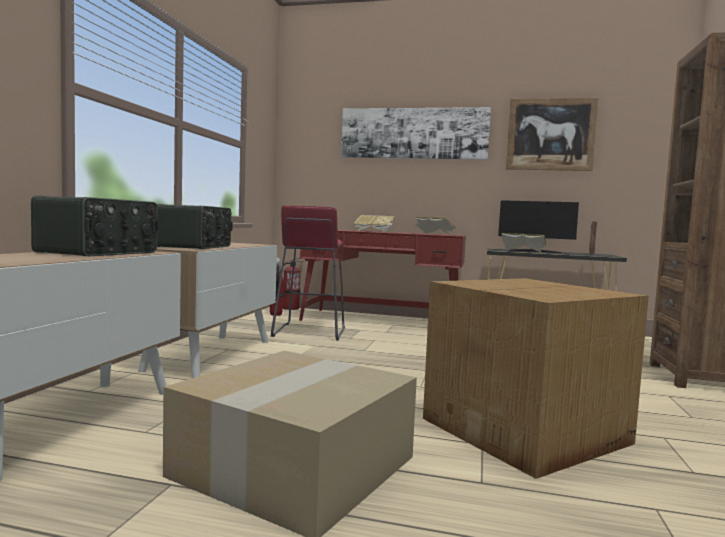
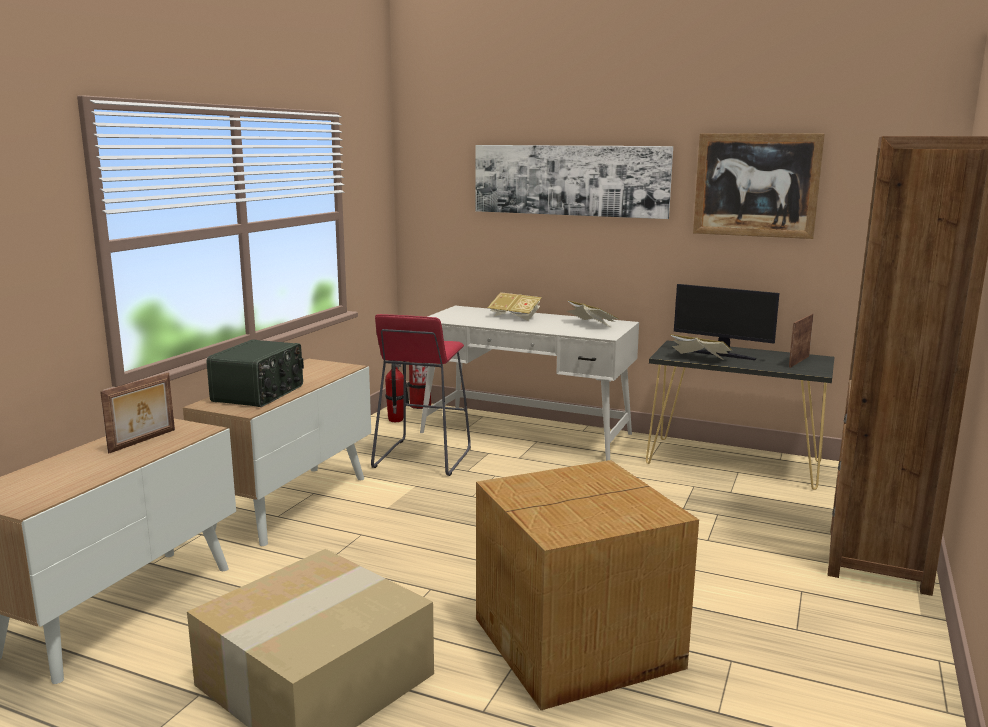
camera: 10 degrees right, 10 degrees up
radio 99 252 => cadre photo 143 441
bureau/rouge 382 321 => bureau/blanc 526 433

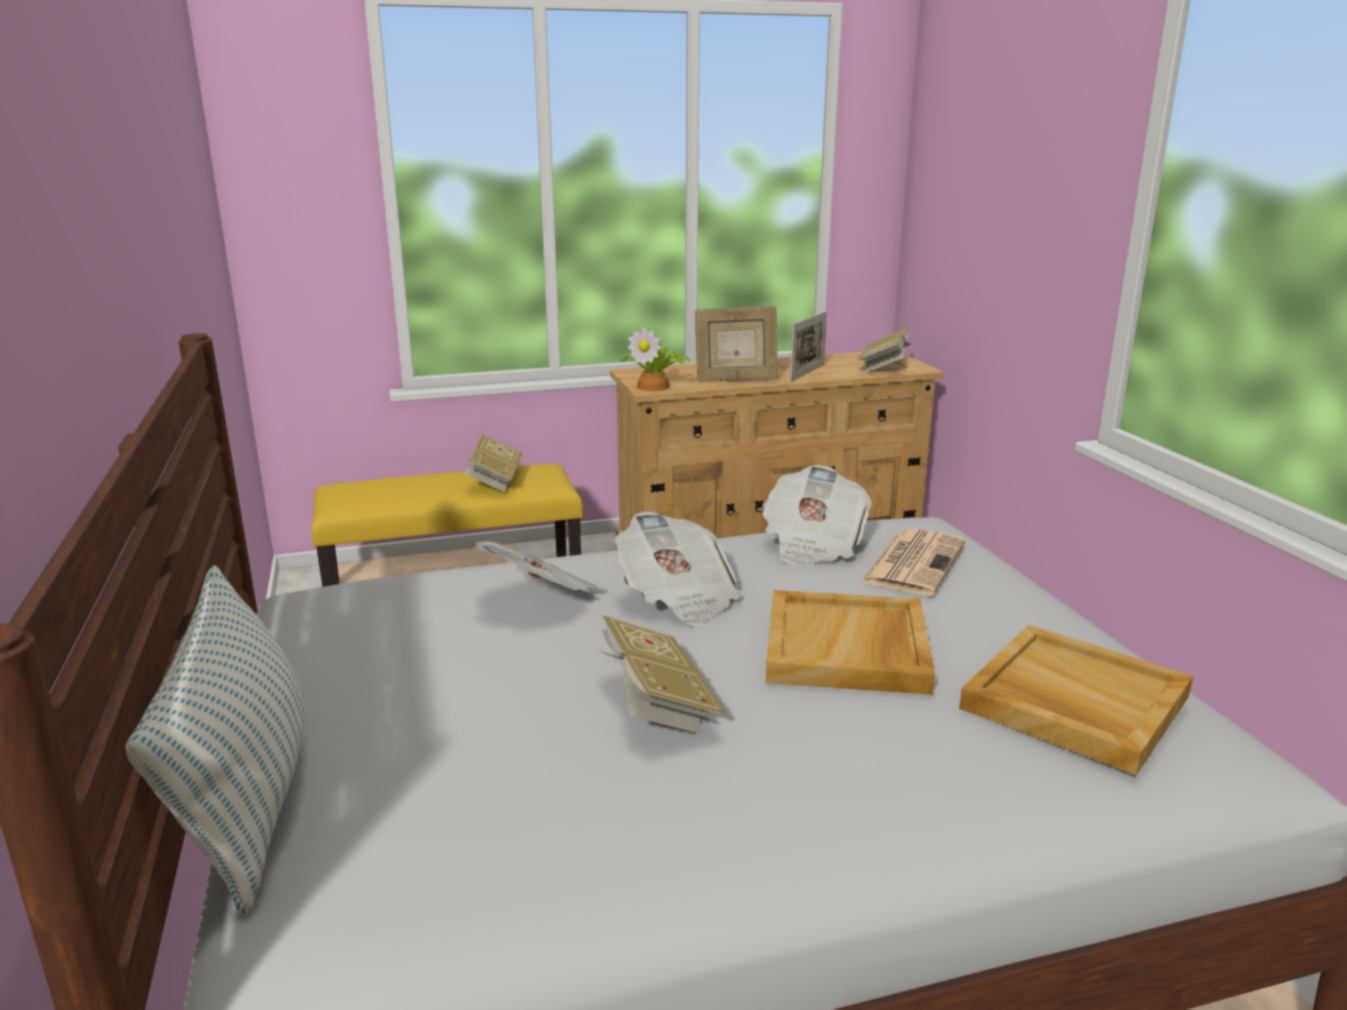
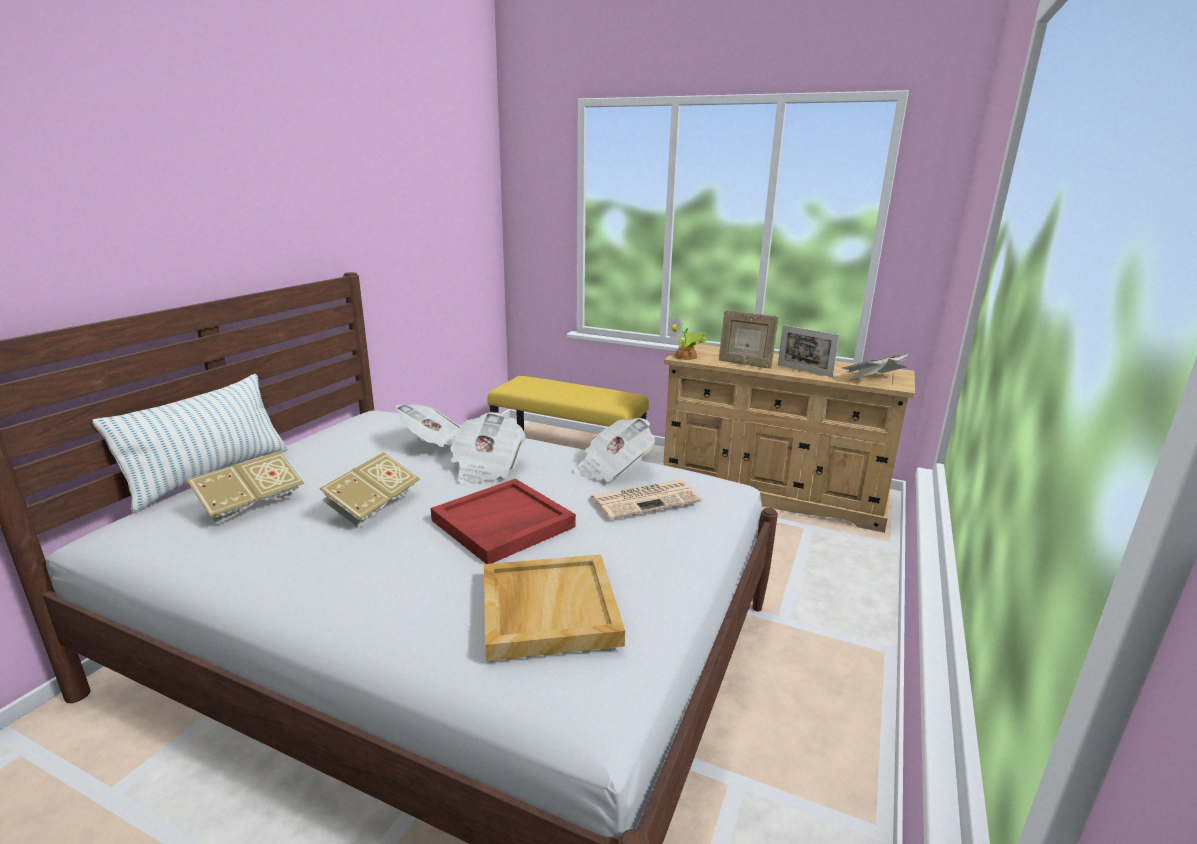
camera: 40 degrees right, 0 degrees up
livre 495 480 => livre 250 505, move
plateau/beige 848 649 => plateau/rouge 502 524
cadre photo 807 373 => cadre photo 804 370, 60 degrees clockwise

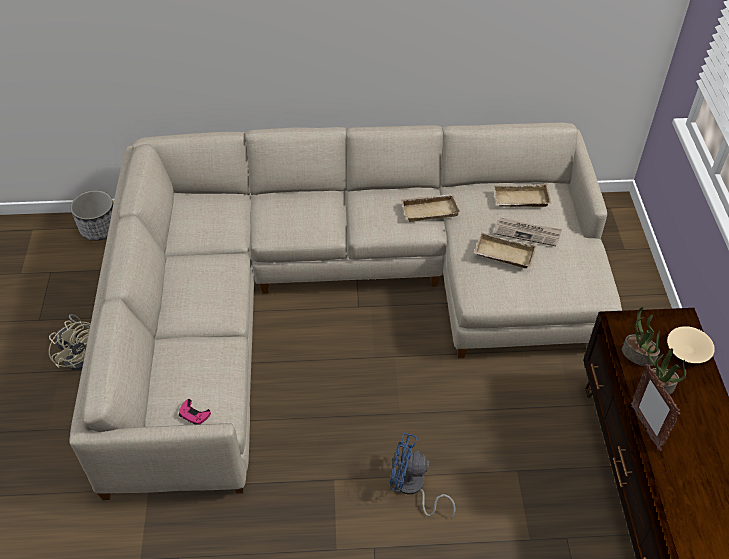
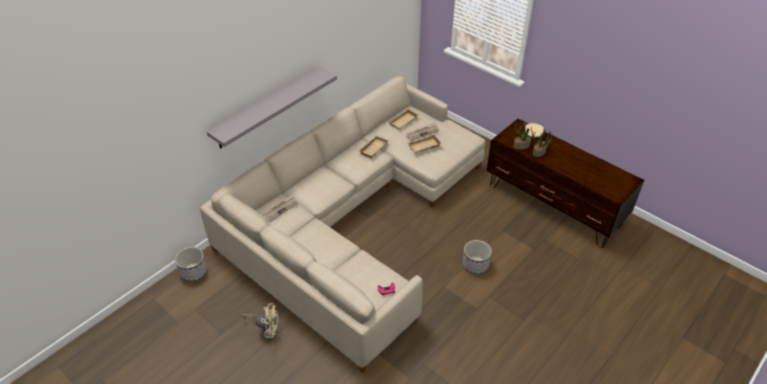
camera: 45 degrees left, 5 degrees down
nothing => étagère/gris 268 107
nothing => journal 280 209
ventilateur/bleu 412 488 => cache-pot 475 265
cadre photo 645 427 => nothing

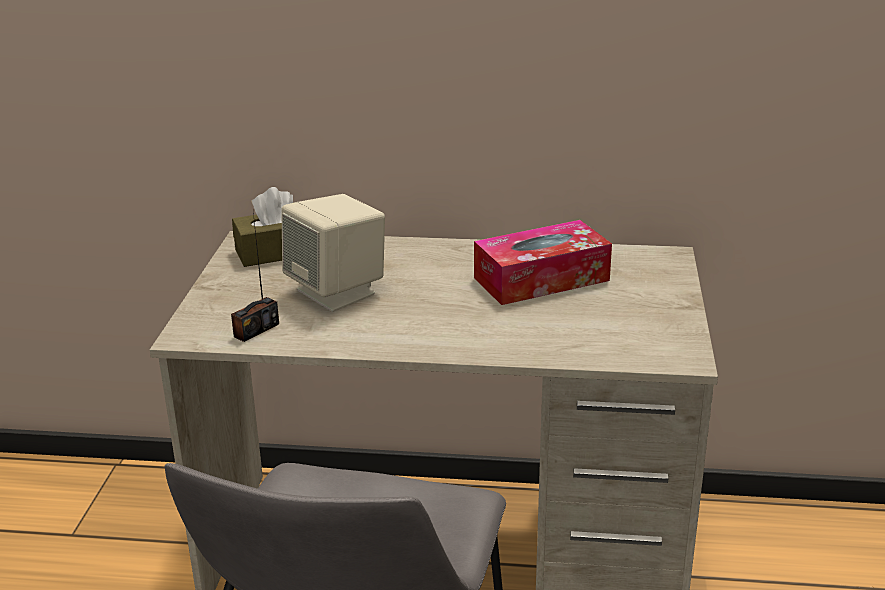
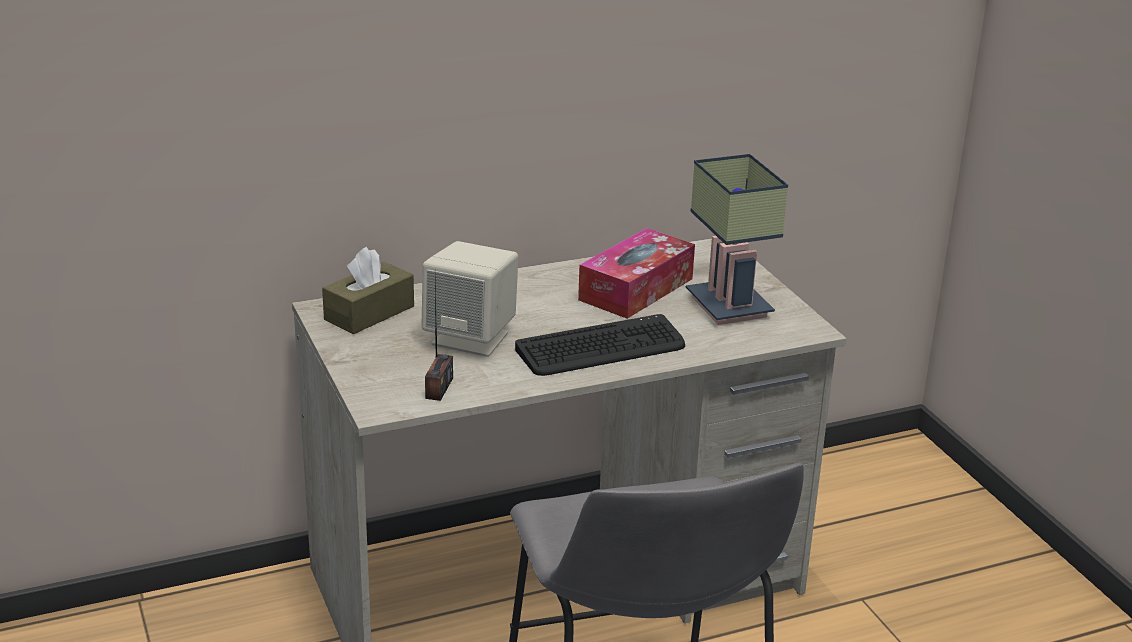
camera: 30 degrees left, 0 degrees up
nothing => clavier 601 348
nothing => lampe de table 733 308

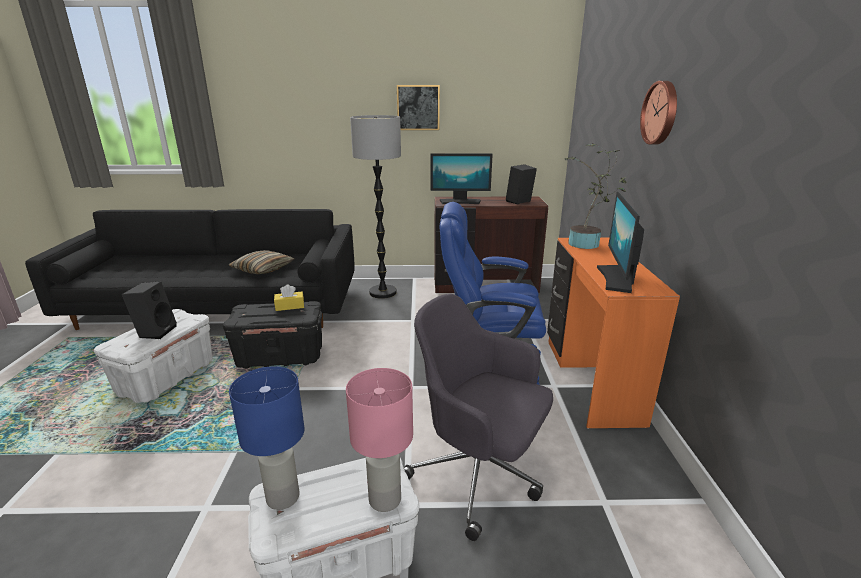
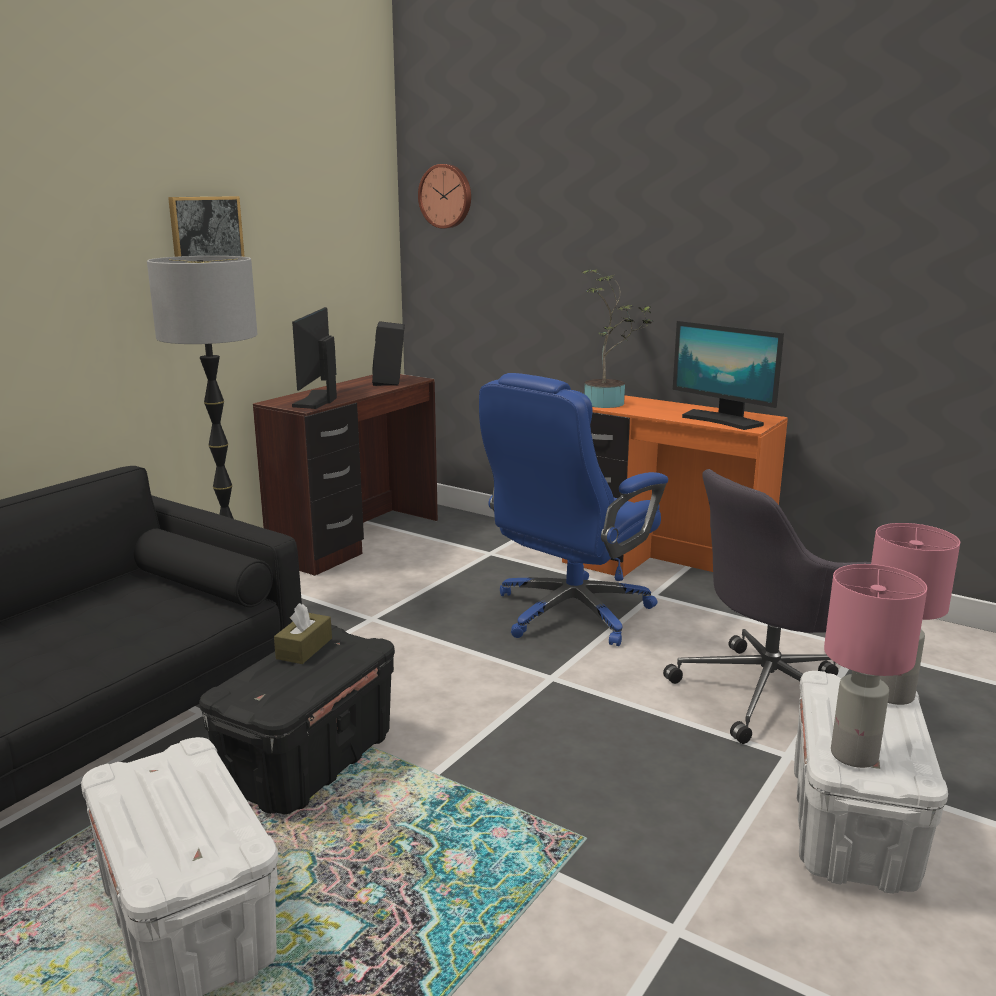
camera: 55 degrees left, 5 degrees down
boîte à mouchoirs/jaune 290 306 => boîte à mouchoirs/marron 304 648
écran d'ordinateur 460 202 => écran d'ordinateur 318 400, 150 degrees clockwise
horloge murale 661 113 => horloge murale 446 196, move
lampe de table/bleu 282 498 => lampe de table/rose 855 756
enceinte/noir 155 331 => nothing
coussin 263 269 => nothing

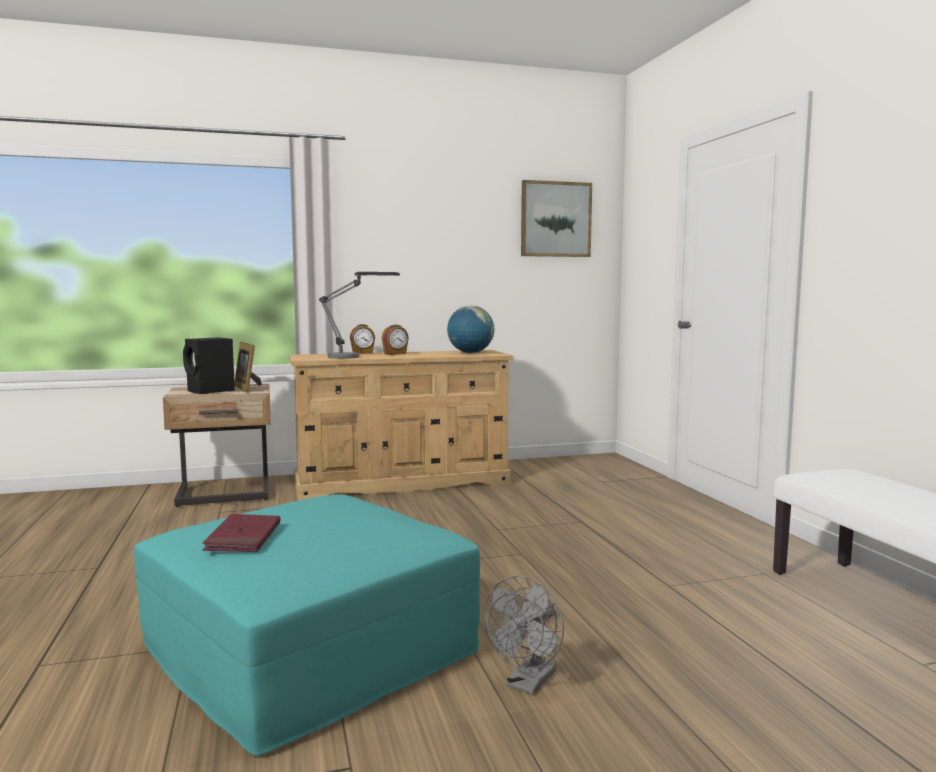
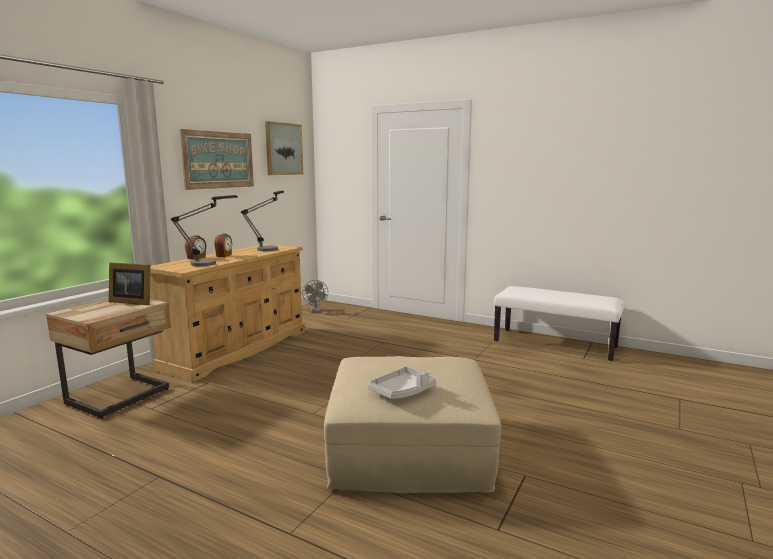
camera: 45 degrees left, 5 degrees up
nothing => tableau 219 160
globe 470 353 => lampe de table 270 248
ventilateur/gris 527 684 => ventilateur/gris 316 311, move
pouf/turquoise 308 650 => pouf/beige 408 448
livre/rouge 243 537 => plateau/gris 402 391
enceinte/noir 211 391 => nothing

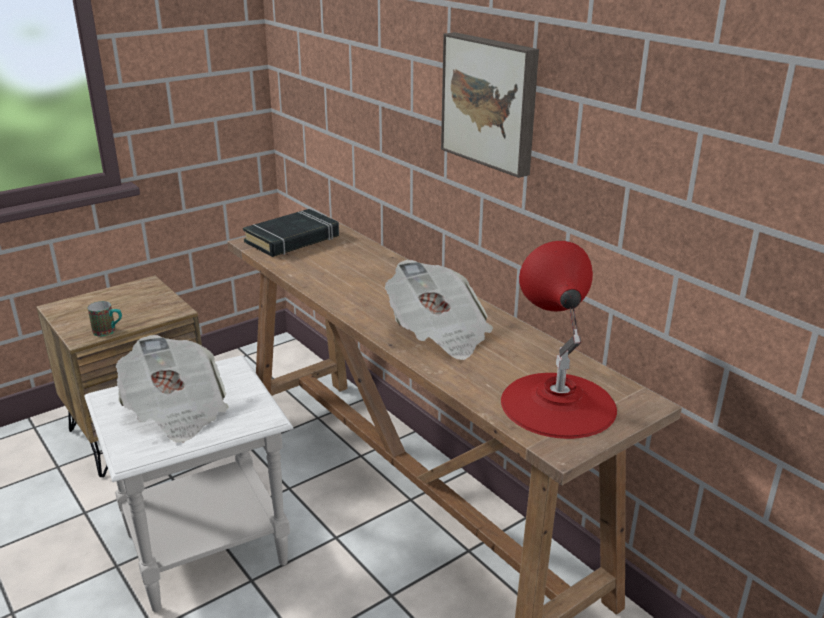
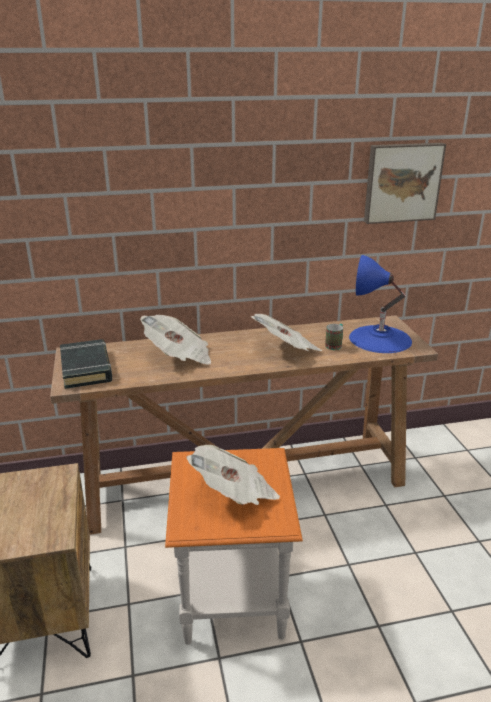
camera: 65 degrees left, 0 degrees up
nothing => journal 179 356
table d'appoint/blanc 208 548 => table d'appoint/orange 232 594
mug 109 331 => mug 335 345, move
lampe de table/rouge 557 404 => lampe de table/bleu 380 339
tableau 491 102 => tableau 402 182, move

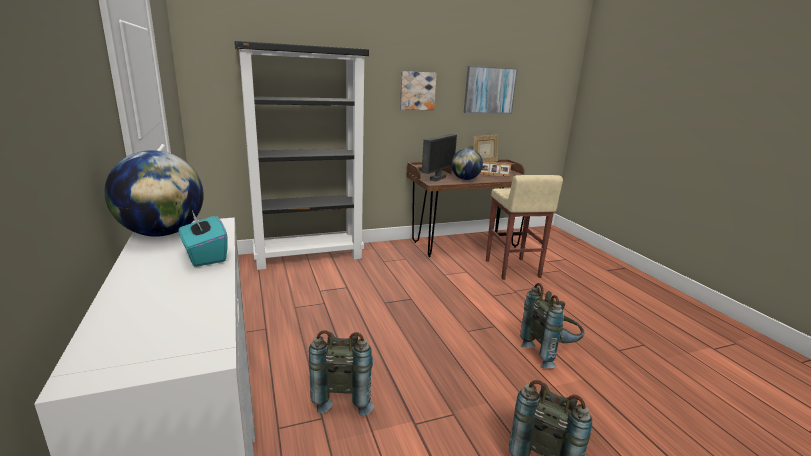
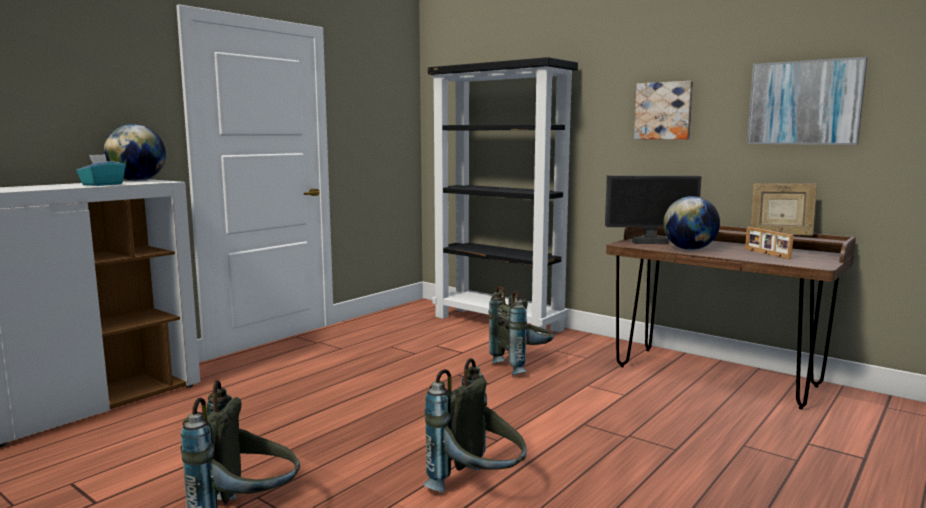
camera: 60 degrees right, 10 degrees down
sac à dos/gris 344 395 => sac à dos/gris 522 366, move
tabouret/beige 512 269 => nothing

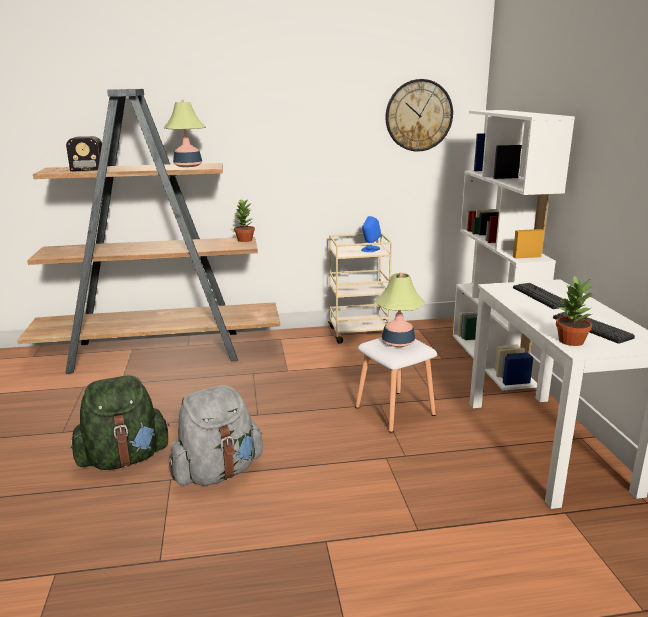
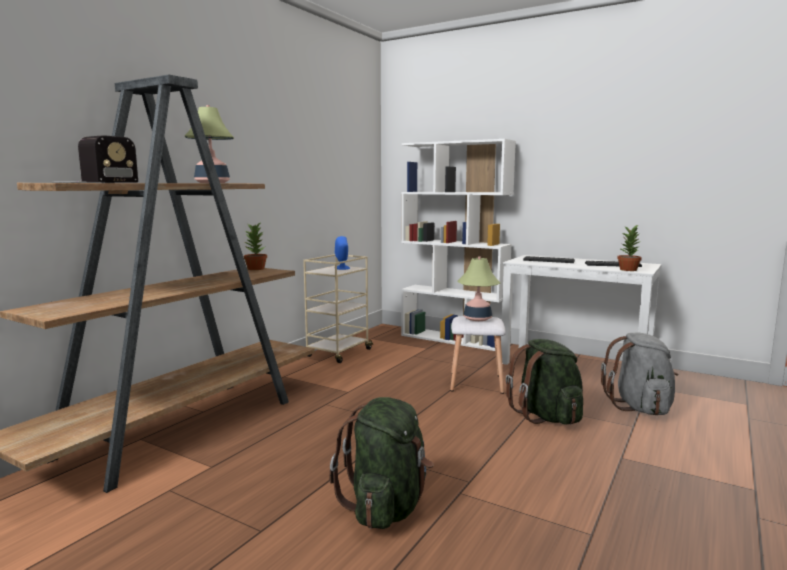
camera: 50 degrees left, 10 degrees down
nothing => sac à dos/vert 546 416
sac à dos/gris 218 472 => sac à dos/gris 640 407, move
horloge murale 418 115 => nothing

